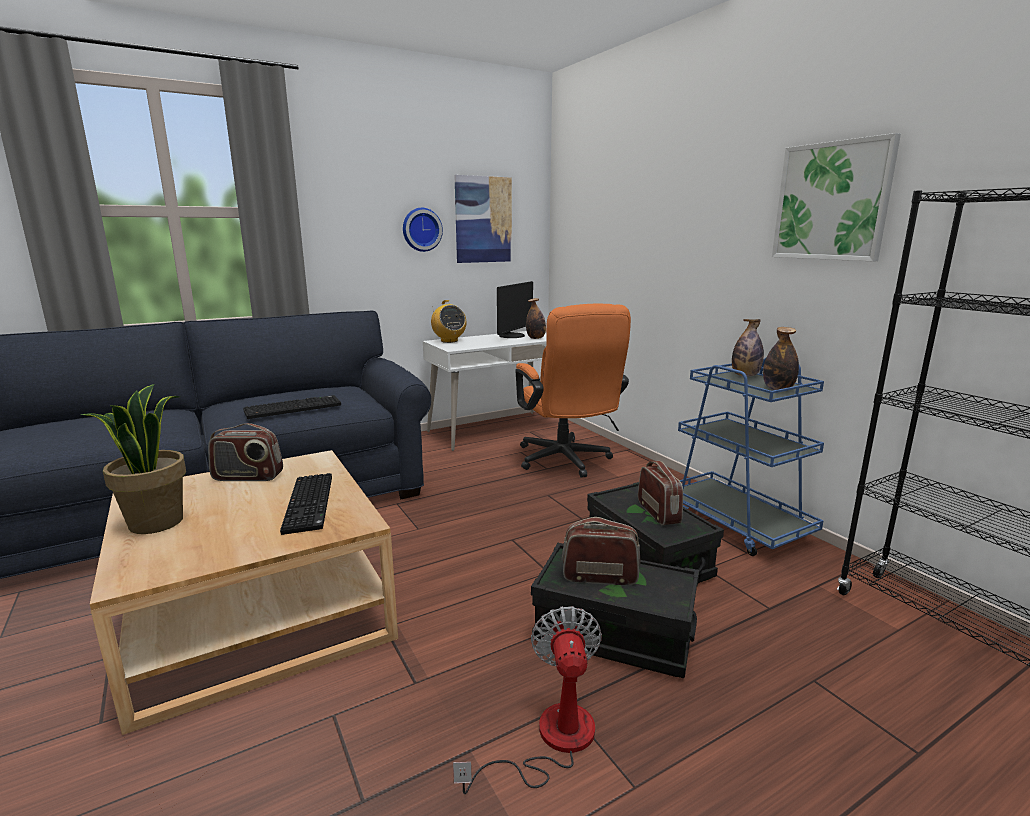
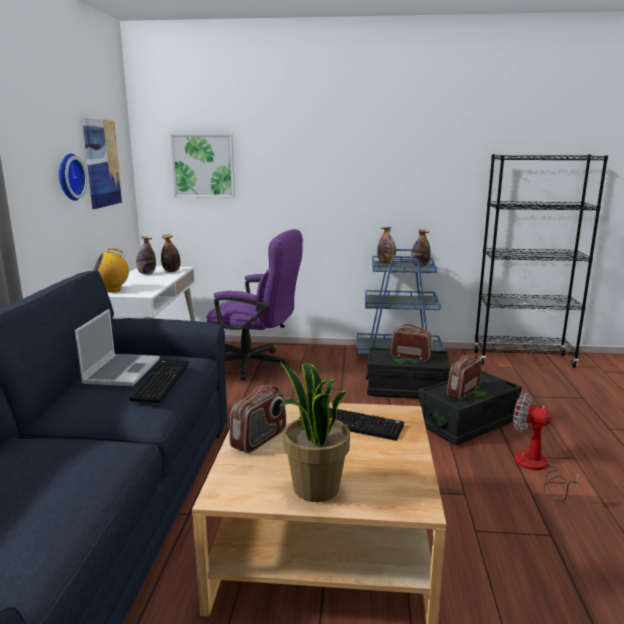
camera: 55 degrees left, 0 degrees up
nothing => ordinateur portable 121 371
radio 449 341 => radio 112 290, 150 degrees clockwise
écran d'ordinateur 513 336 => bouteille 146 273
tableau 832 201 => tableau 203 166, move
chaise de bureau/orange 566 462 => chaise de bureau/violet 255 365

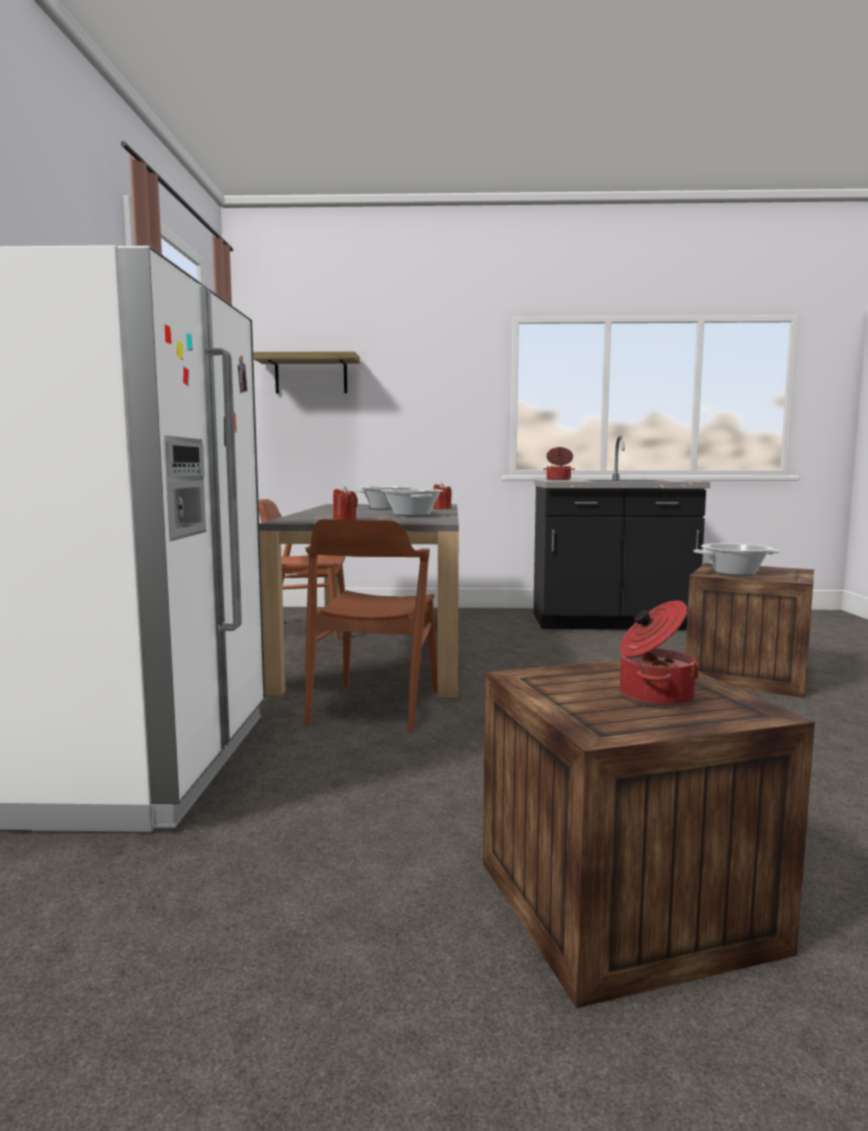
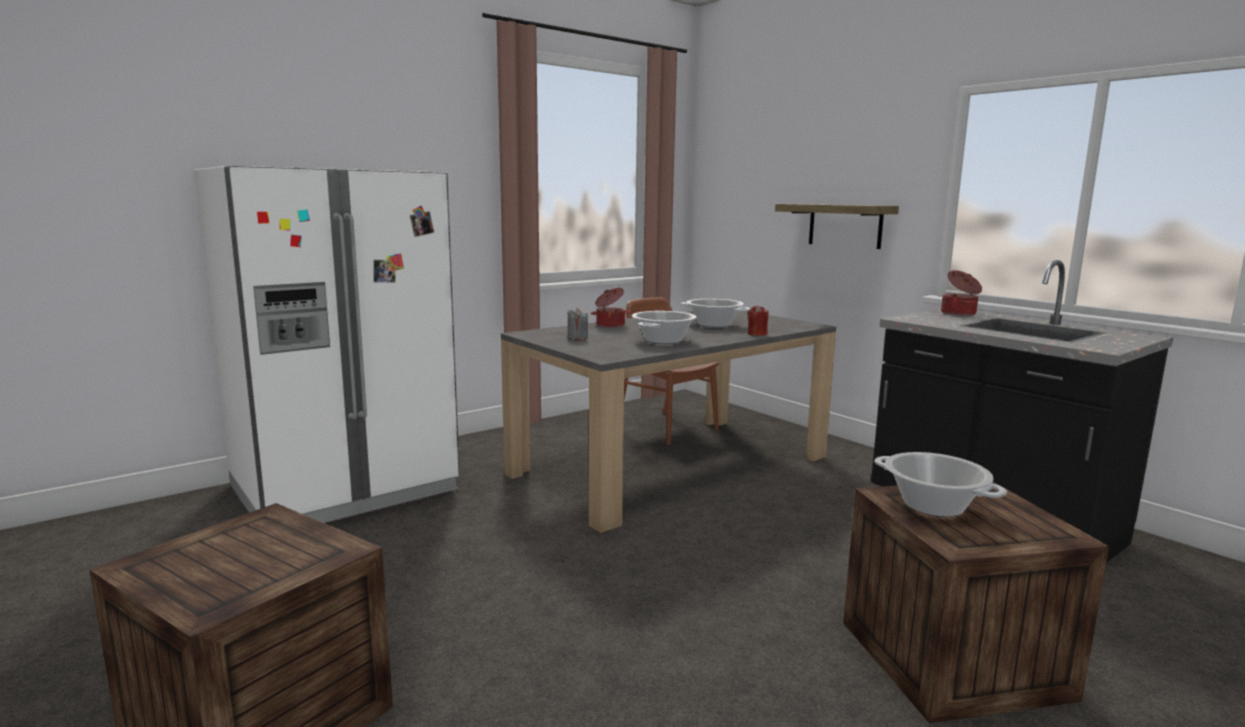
camera: 50 degrees right, 5 degrees up
bougie/rouge 345 519 => bougie/gris 577 338
marmite 653 696 => marmite 610 325, move
étagère 311 375 => étagère 845 225, move
chaise/marron 375 706 => nothing

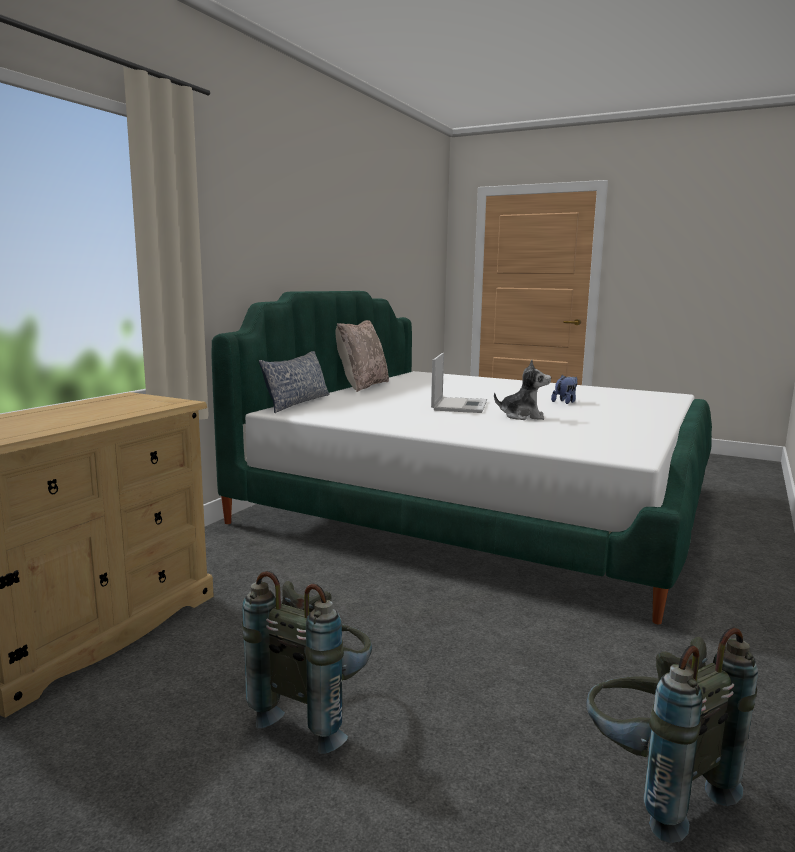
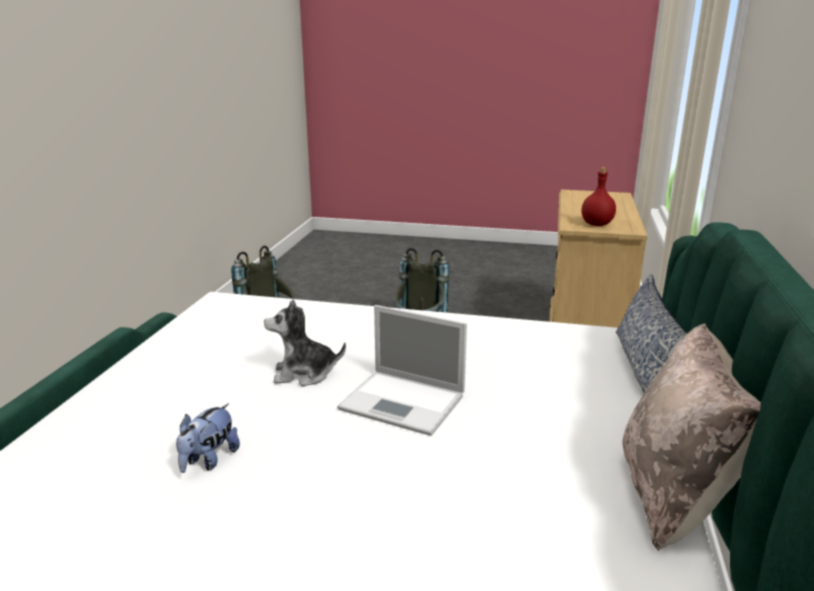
camera: 165 degrees right, 10 degrees up
ordinateur portable 459 405 => ordinateur portable 404 402, 60 degrees counterclockwise
nothing => bouteille/rouge 597 224

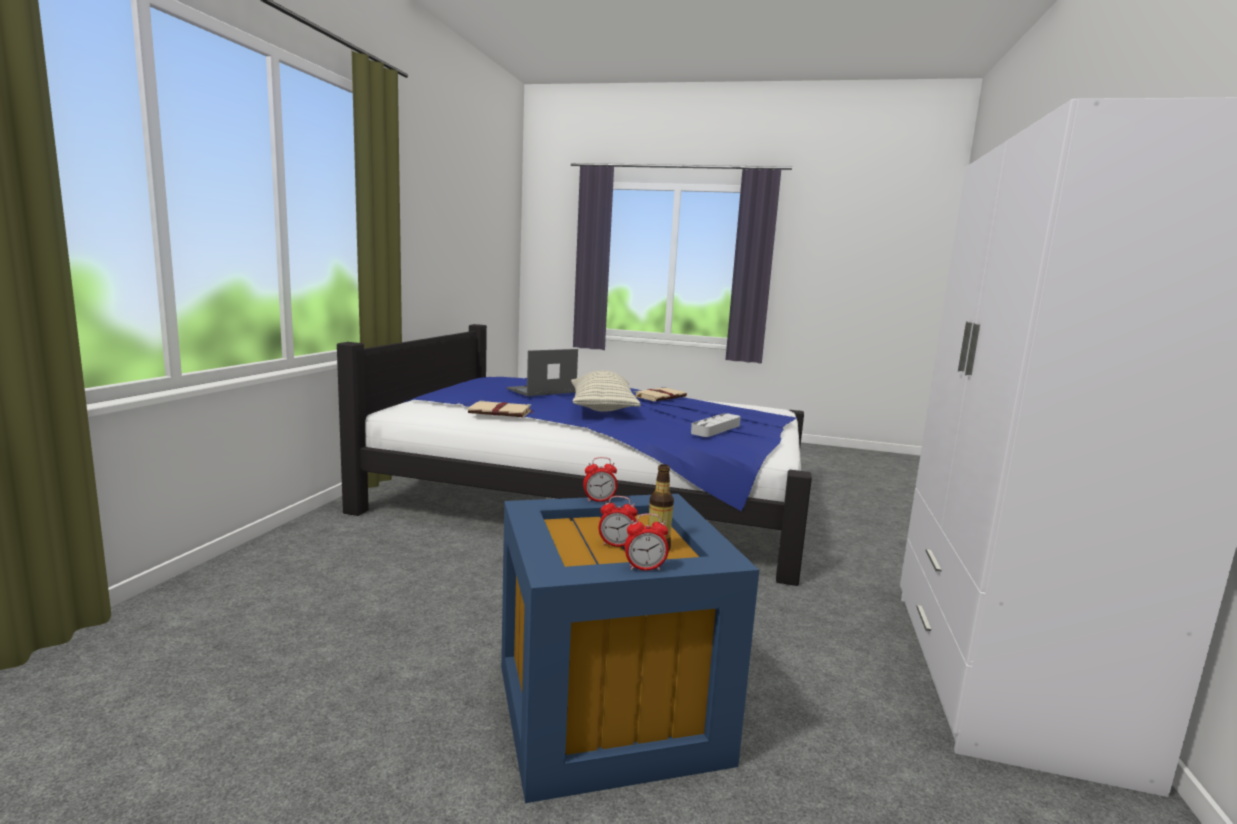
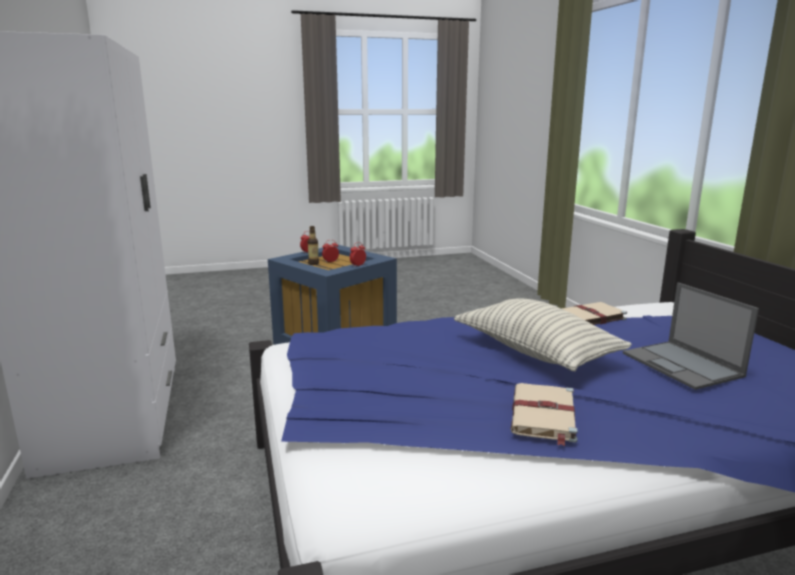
camera: 150 degrees right, 5 degrees up
ordinateur portable 541 390 => ordinateur portable 683 365, 135 degrees clockwise
plateau/gris 716 429 => nothing

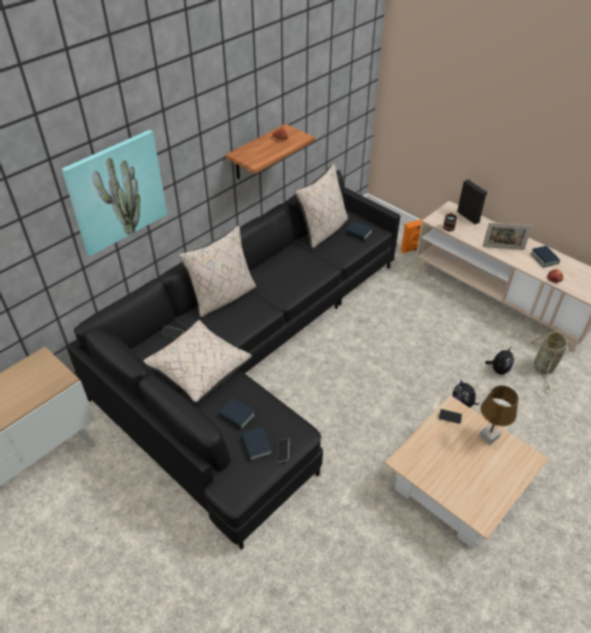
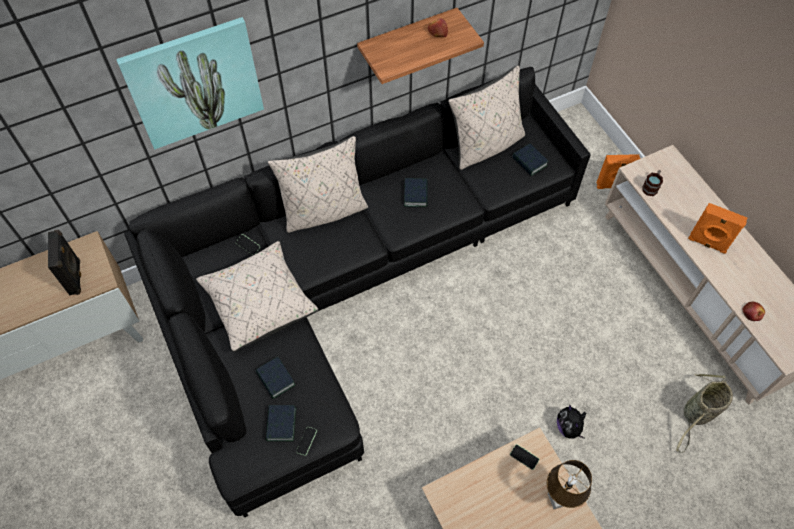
camera: 20 degrees right, 15 degrees up
enceinte/noir 468 216 => enceinte/noir 76 277, move
livre 544 258 => livre 416 194, move
cadre photo 503 248 => enceinte/orange 707 244
peluche 498 370 => nothing

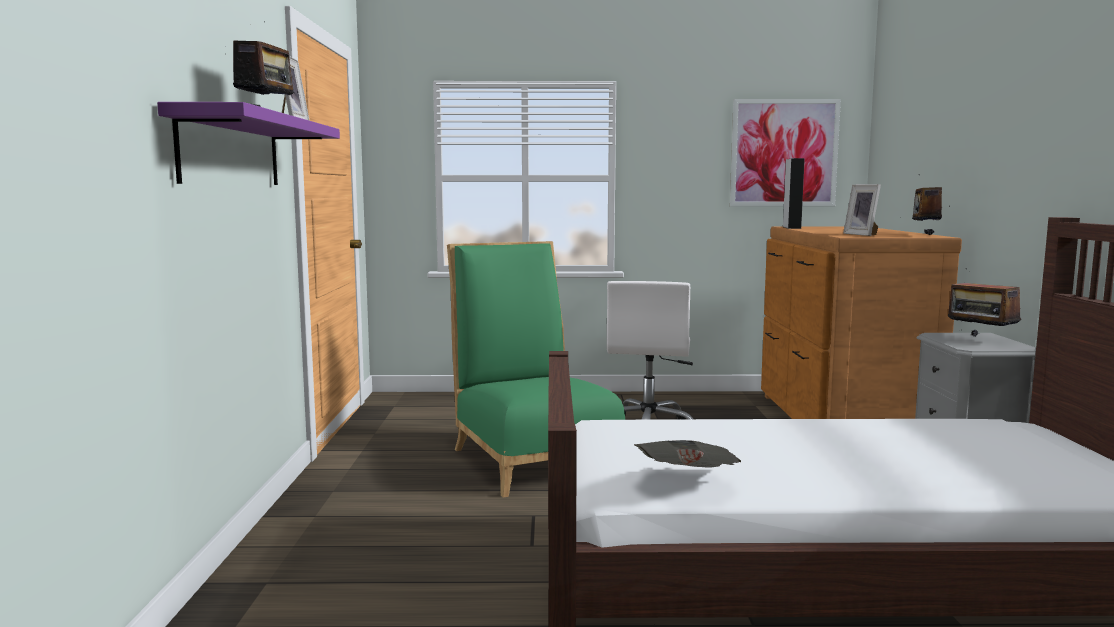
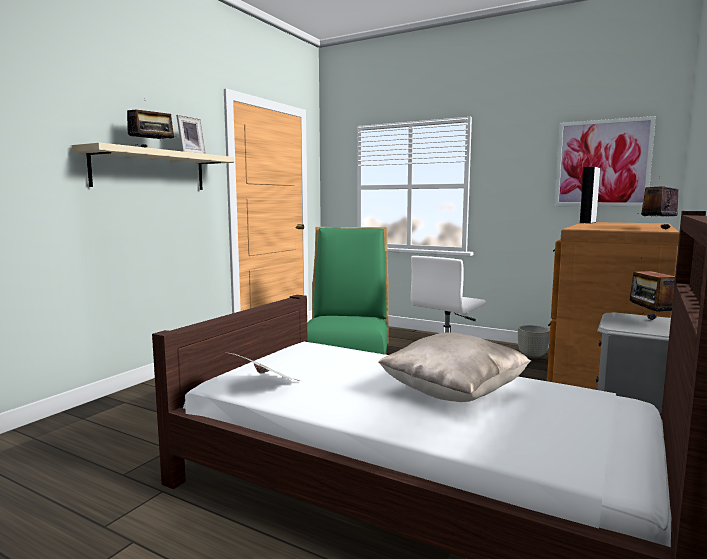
camera: 30 degrees right, 0 degrees up
étagère/violet 231 151 => étagère/beige 150 170
nothing => coussin/beige 453 393
nothing => cache-pot/gris 532 356
cadre photo 863 234 => nothing

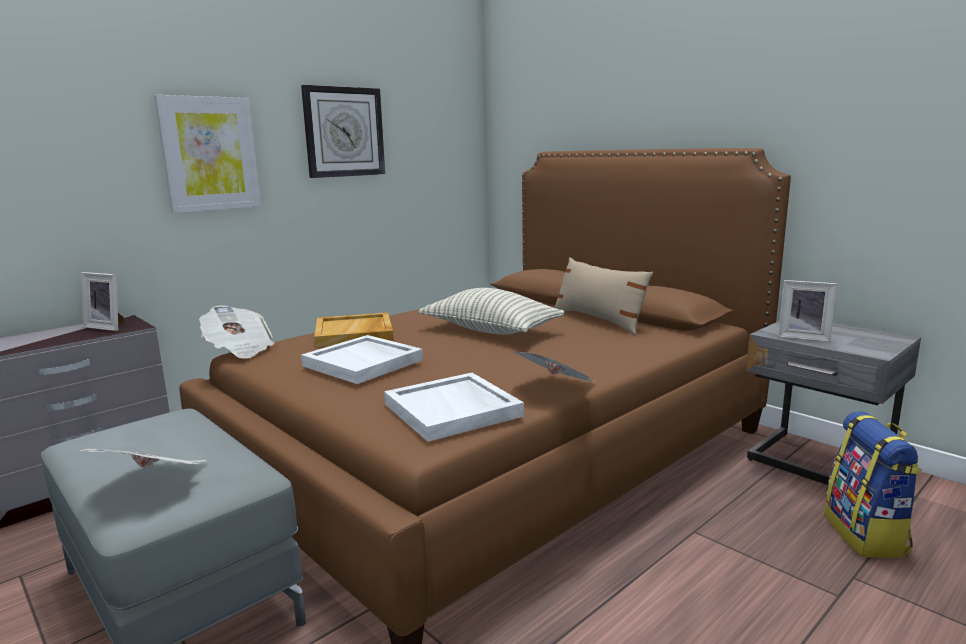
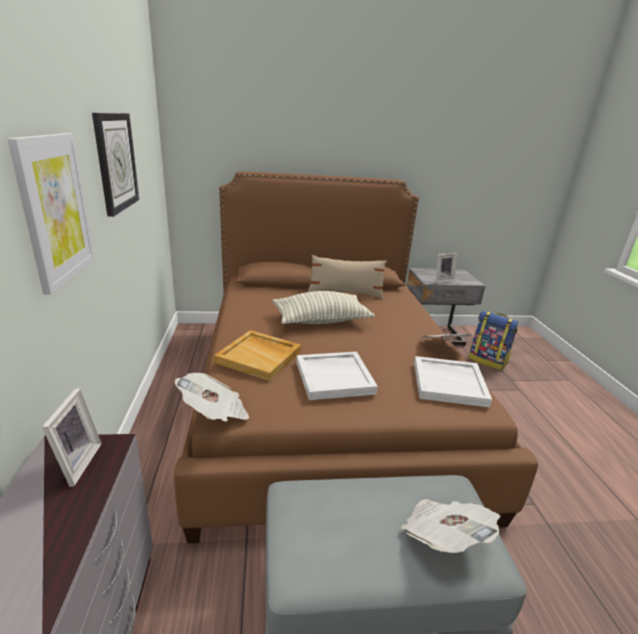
camera: 55 degrees left, 10 degrees up
cadre photo 108 327 => cadre photo 75 463, 60 degrees counterclockwise

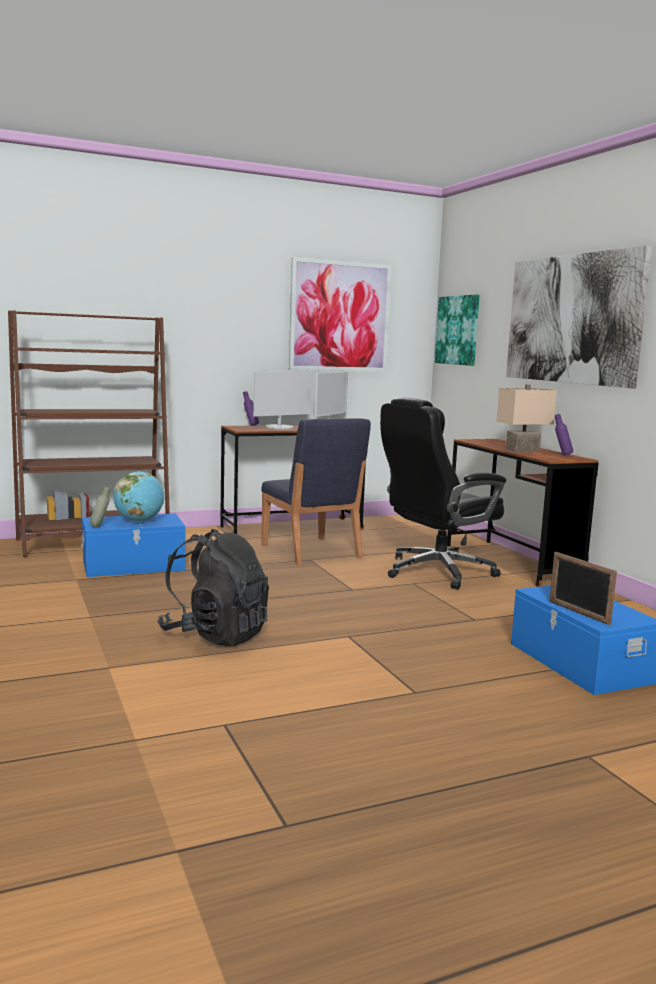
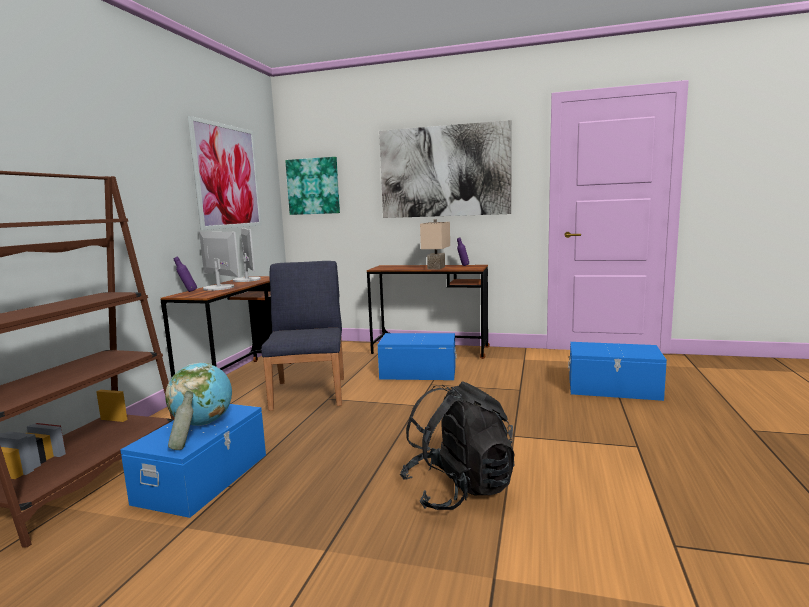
camera: 50 degrees left, 0 degrees up
écran d'ordinateur 279 427 => écran d'ordinateur 219 288, 45 degrees counterclockwise
chaise/bleu 311 551 => chaise/bleu 310 392, 105 degrees counterclockwise
chaise de bureau/noir 436 572 => boîte de rangement/bleu 418 372
cadre photo 578 612 => nothing

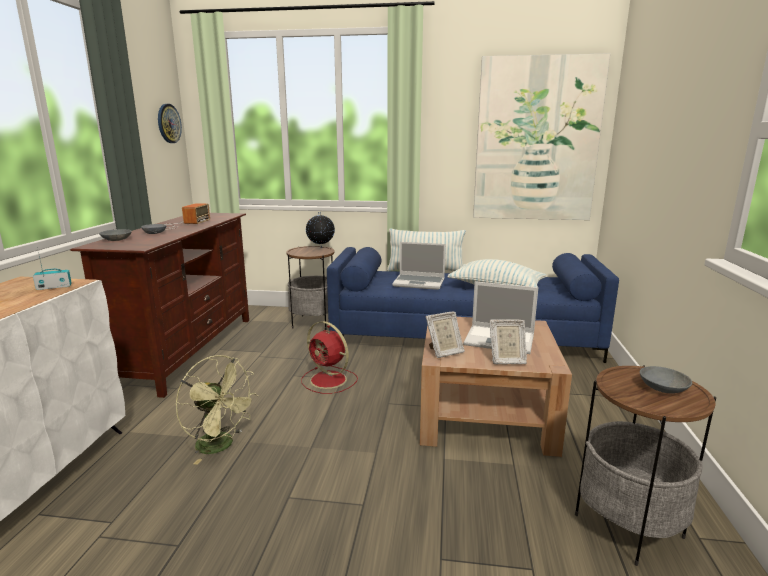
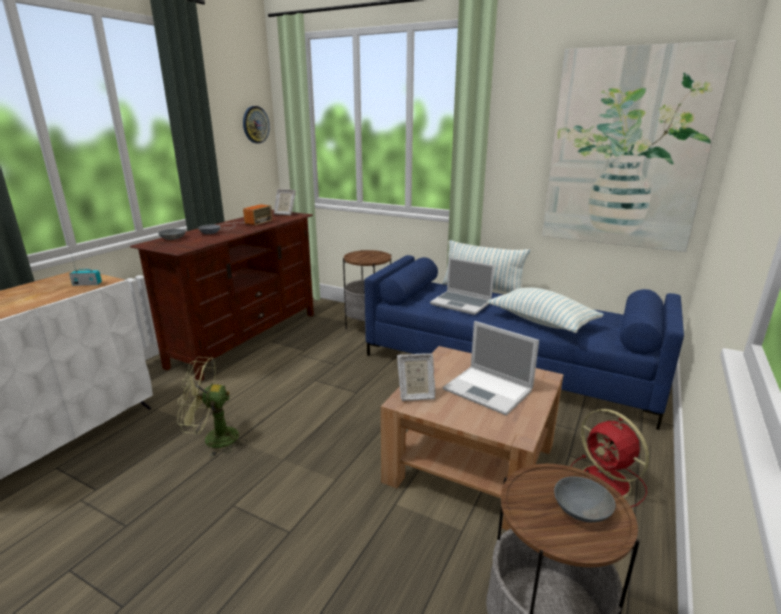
camera: 20 degrees right, 5 degrees up
ventilateur/vert 221 446 => ventilateur/vert 213 439, 120 degrees clockwise
cadre photo 506 360 => cadre photo 285 214, move
ventilateur/rouge 329 380 => ventilateur/rouge 607 483, move
globe 320 247 => nothing

